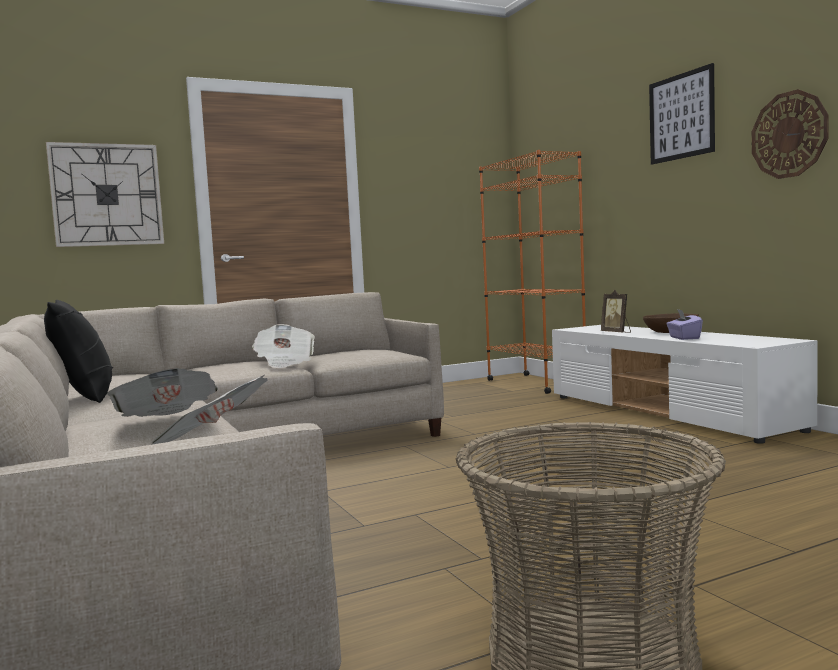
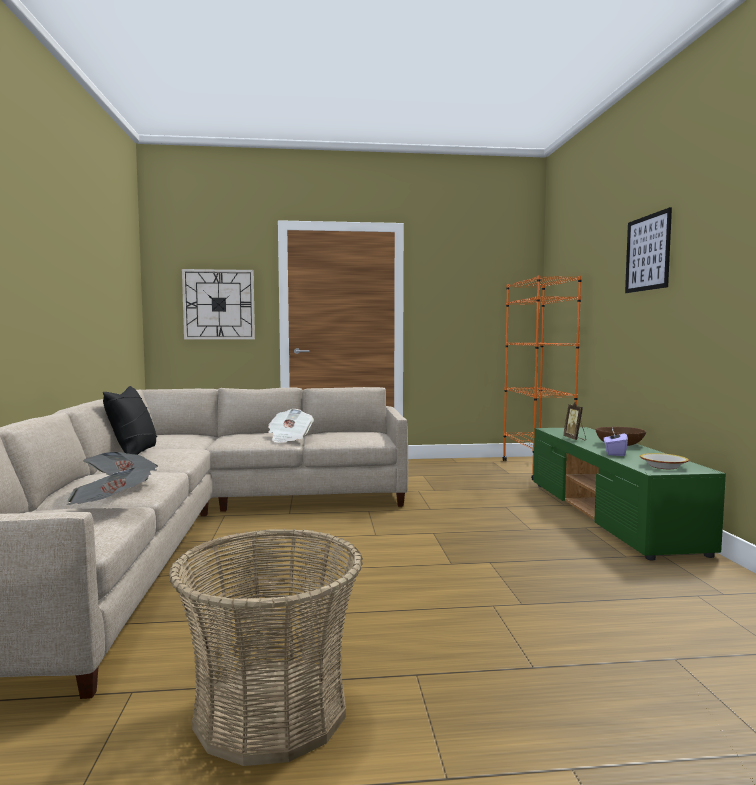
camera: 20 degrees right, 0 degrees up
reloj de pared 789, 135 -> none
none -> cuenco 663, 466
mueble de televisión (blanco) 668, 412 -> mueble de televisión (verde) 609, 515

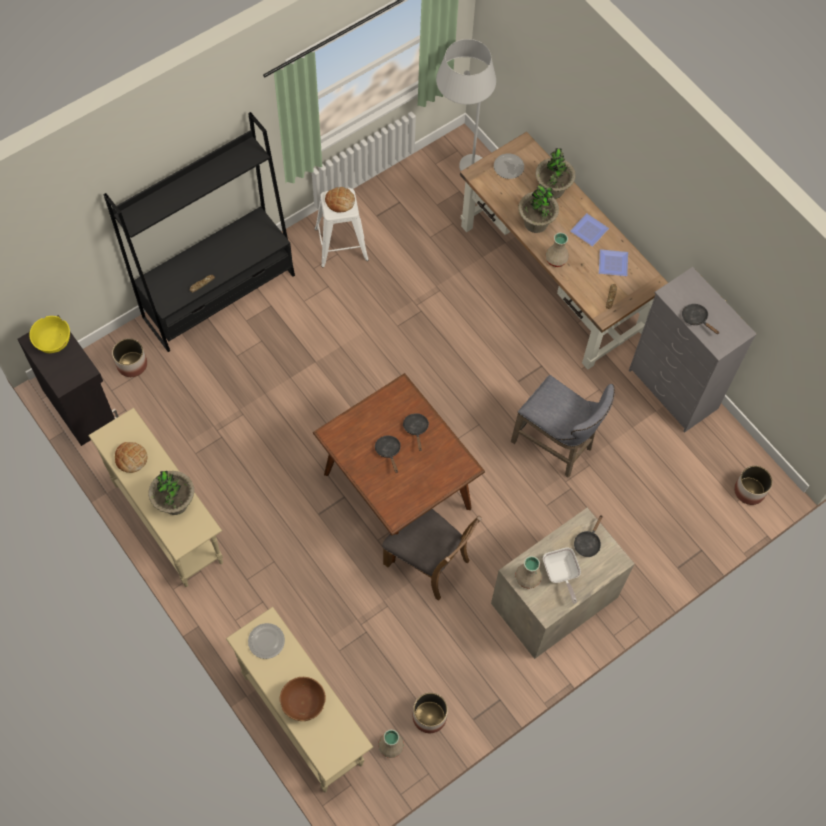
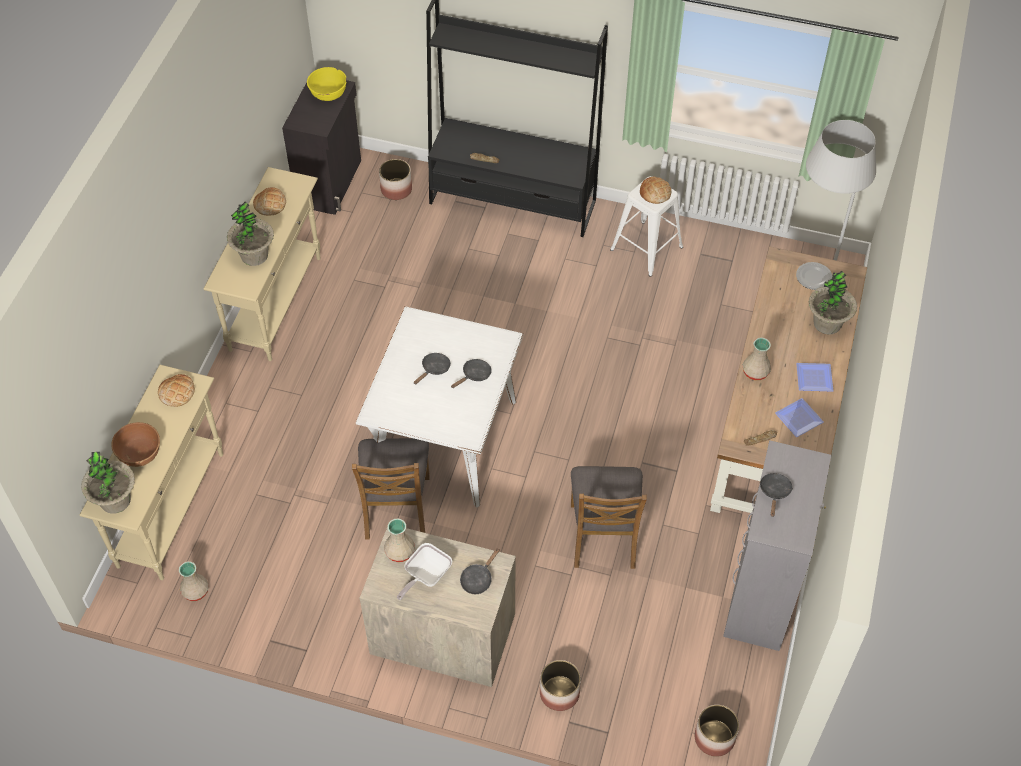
camera: 55 degrees right, 10 degrees down
maceta 429, 717 -> maceta 559, 693, shifted
planta en maceta 536, 223 -> planta en maceta 115, 500, shifted
plato 266, 641 -> pan 177, 392
taburete (gris) 556, 446 -> silla (marrón) 604, 535
mesa de comedor (marrón) 397, 491 -> mesa de comedor (blanco) 445, 440
sartén (negro) 588, 543 -> sartén (negro) 478, 579, 45 degrees counterclockwise

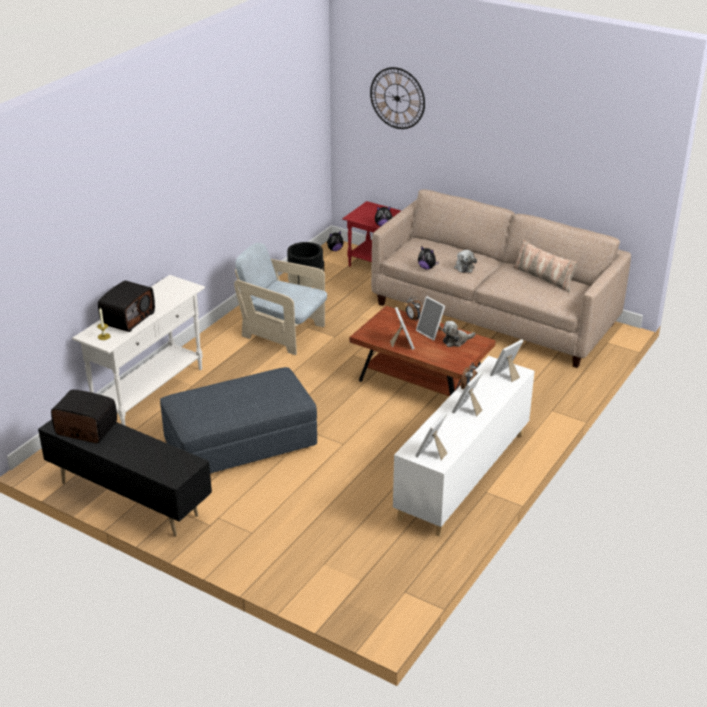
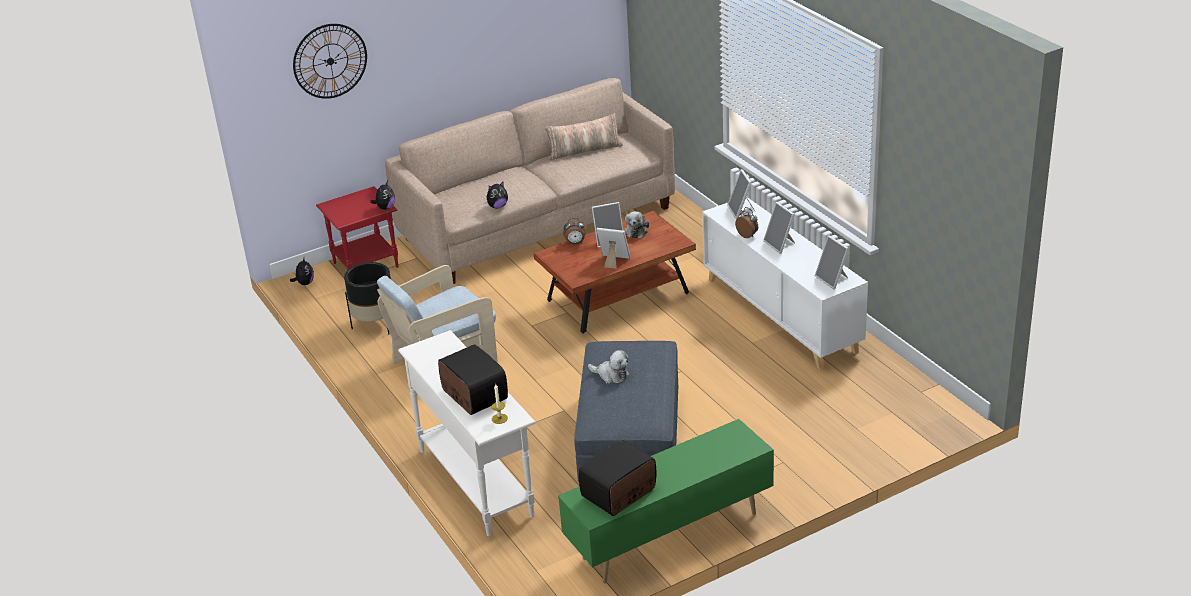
camera: 60 degrees left, 0 degrees up
peluche 464, 267 -> peluche 611, 375, shifted
mueble de televisión (negro) 129, 498 -> mueble de televisión (verde) 669, 536

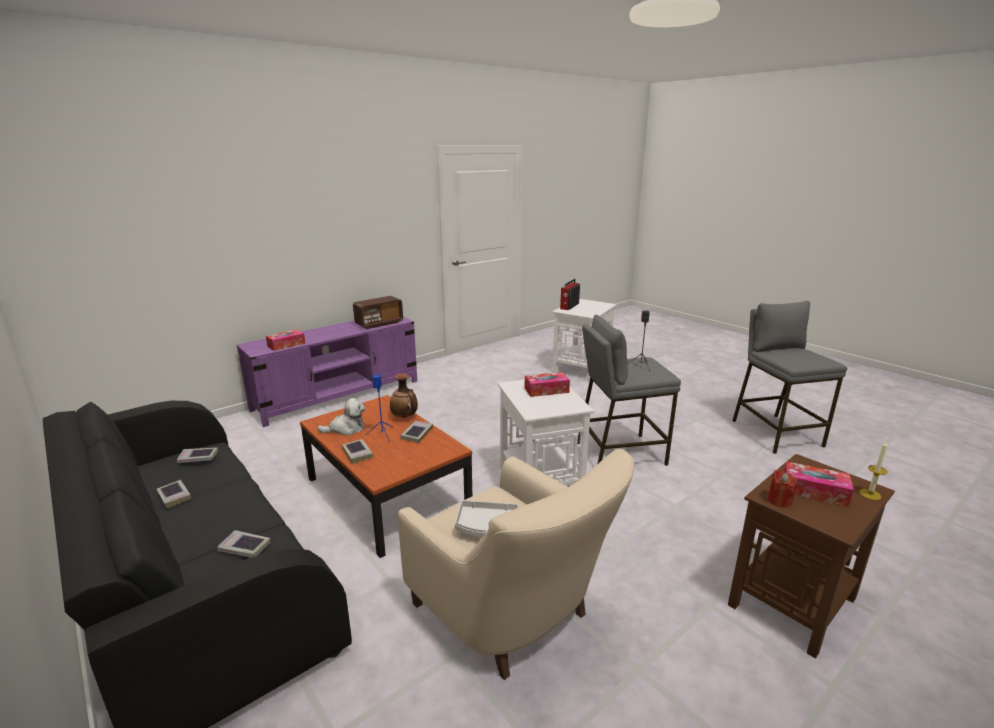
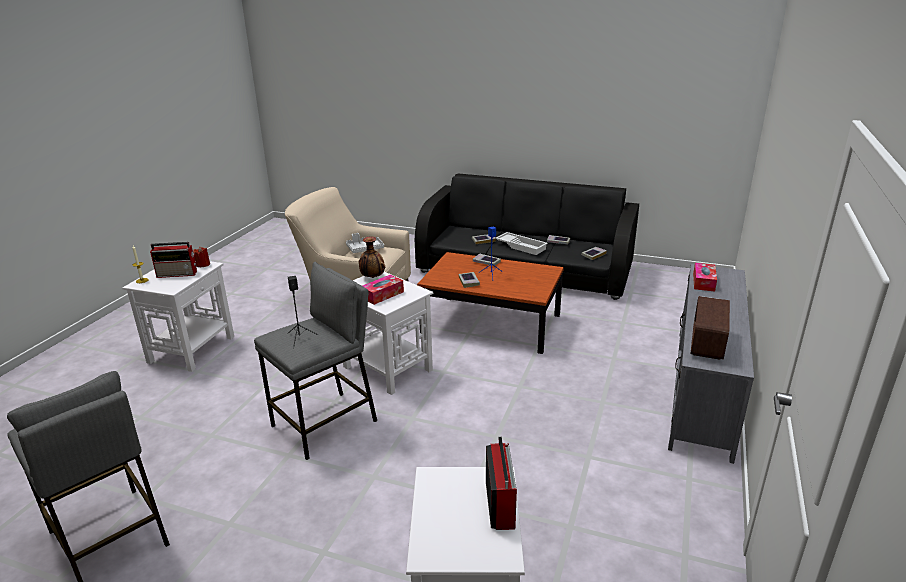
camera: 150 degrees right, 5 degrees up
peluche 346, 429 -> none
none -> bandeja (blanco) 521, 246
florero 404, 417 -> florero 372, 277, shifted
caja de pañuelos 814, 491 -> radio 178, 274
mueble de televisión (morado) 338, 395 -> mueble de televisión (gris) 702, 389
mesa auxiliar (marrón) 791, 602 -> mesa auxiliar (blanco) 192, 349

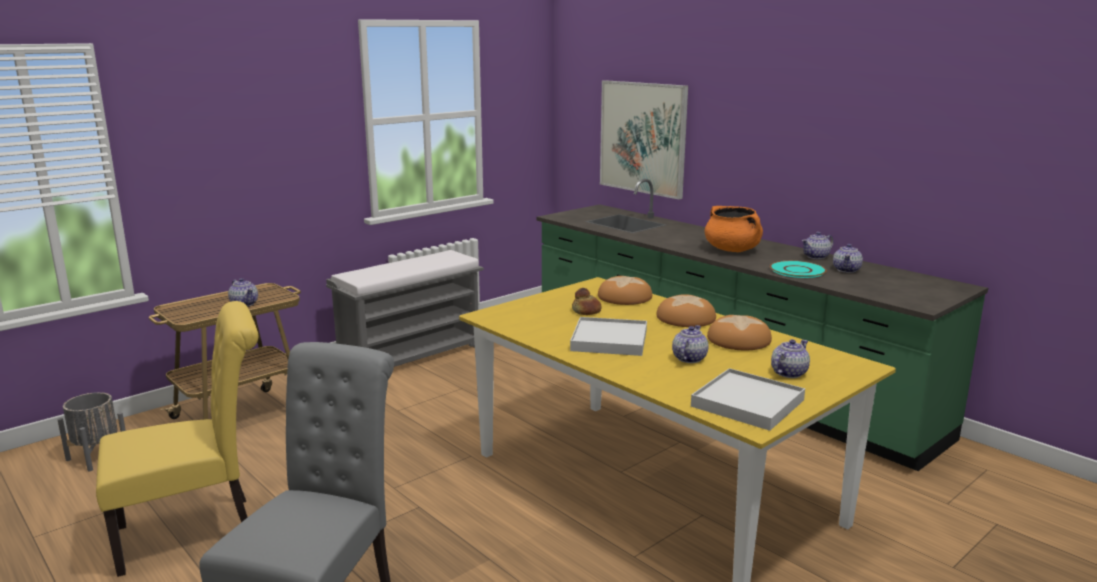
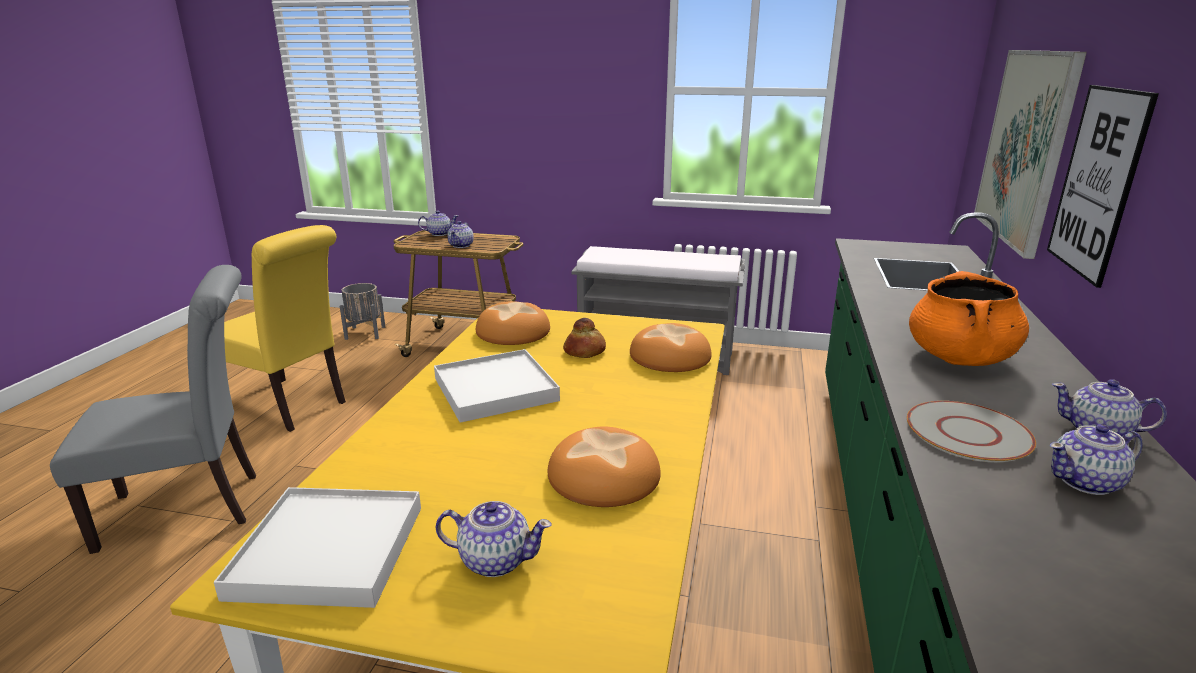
camera: 55 degrees right, 5 degrees up
none -> cuadro 1097, 182
pan 685, 318 -> pan 512, 331, shifted
tetera 688, 358 -> tetera 439, 234, shifted
plato (turquesa) 797, 270 -> plato (gris) 967, 433

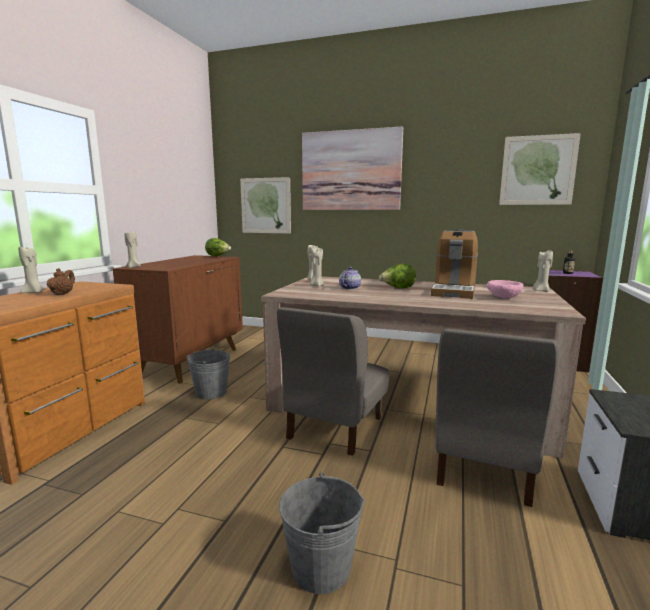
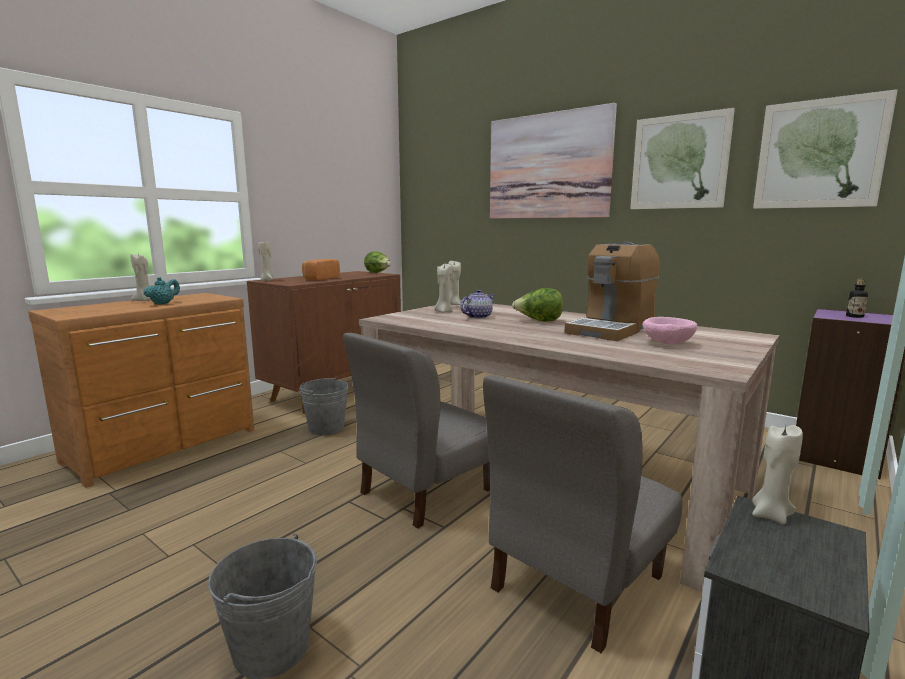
camera: 20 degrees right, 0 degrees up
none -> pan 320, 278
cuadro 265, 205 -> cuadro 679, 162, shifted
vela (beis) 540, 291 -> vela (beis) 770, 515, shifted
tetera (marrón) 62, 294 -> tetera (turquesa) 163, 303

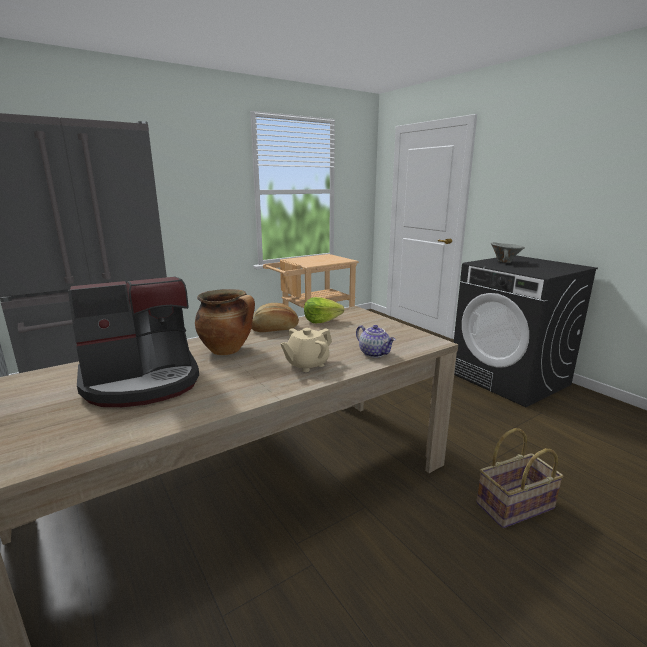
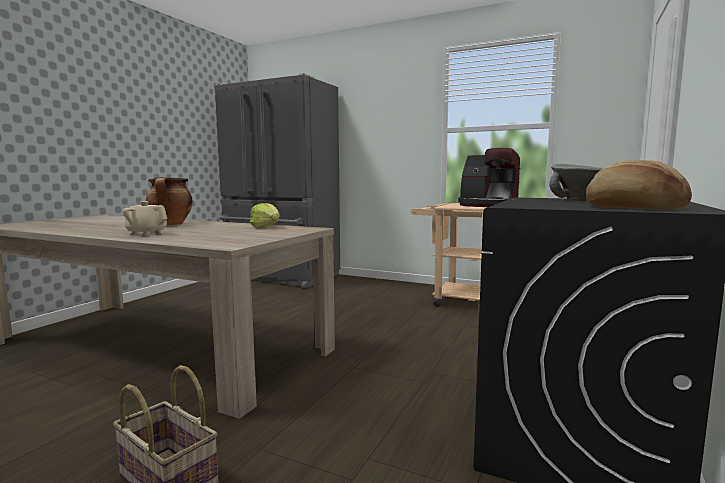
camera: 60 degrees right, 10 degrees down
tetera 375, 353 -> none
cafetera 142, 381 -> cafetera 488, 205, shifted
pan 274, 329 -> pan 633, 208, shifted

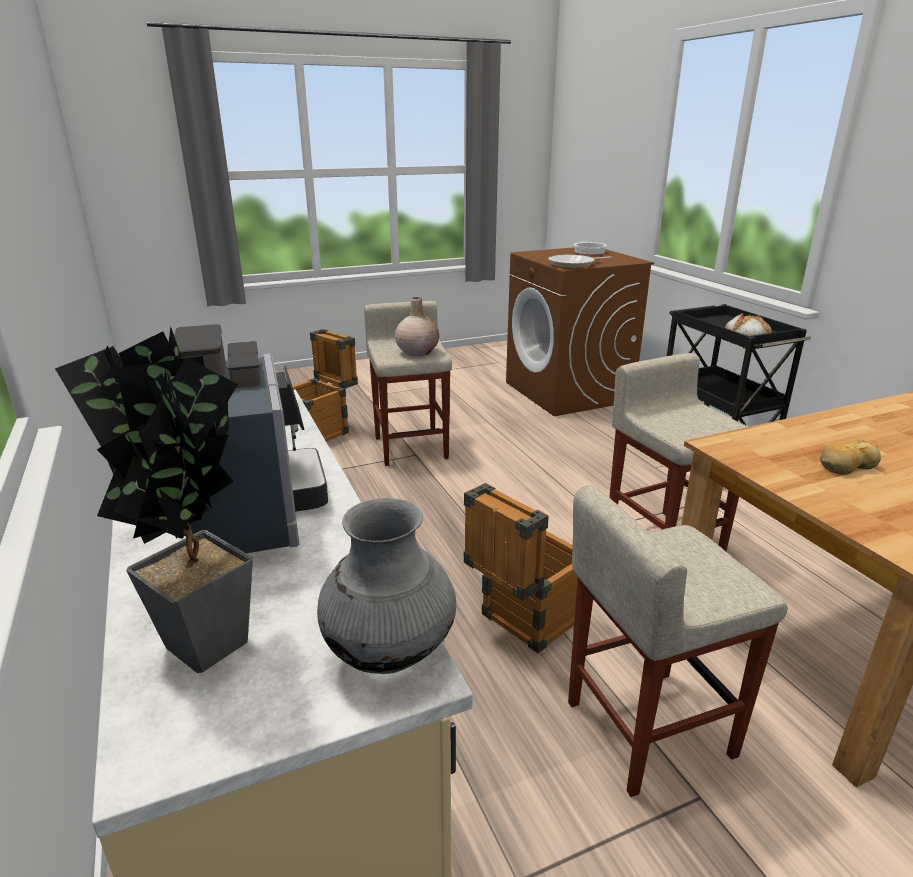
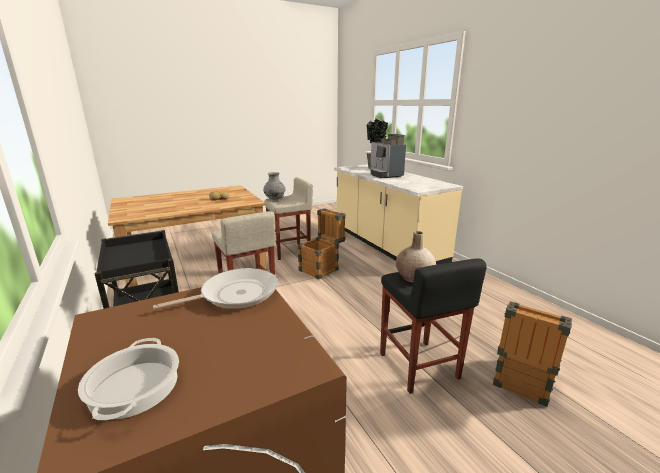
camera: 175 degrees right, 5 degrees down
pan 746, 333 -> none
florero (gris) 389, 653 -> florero (gris) 275, 199, shifted
taburete (beis) 411, 447 -> taburete (negro) 419, 366

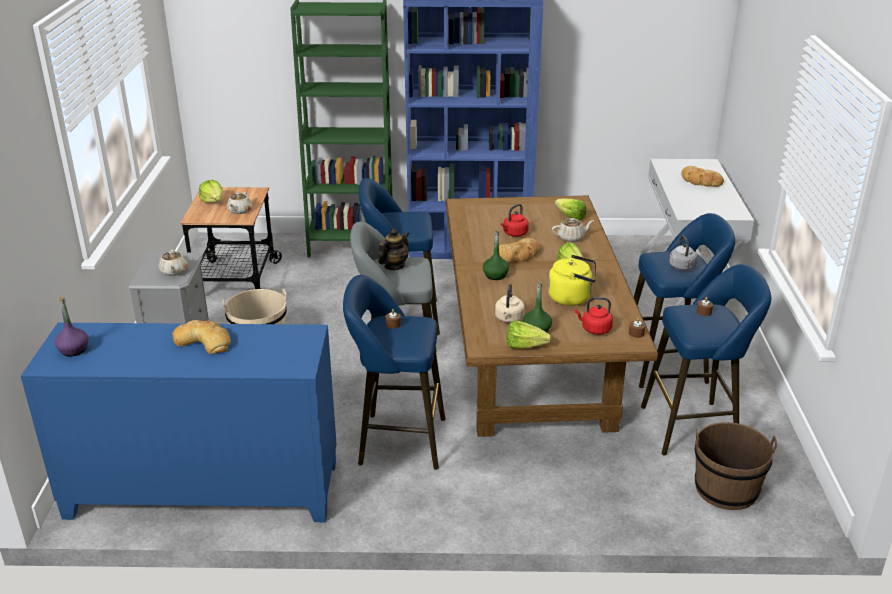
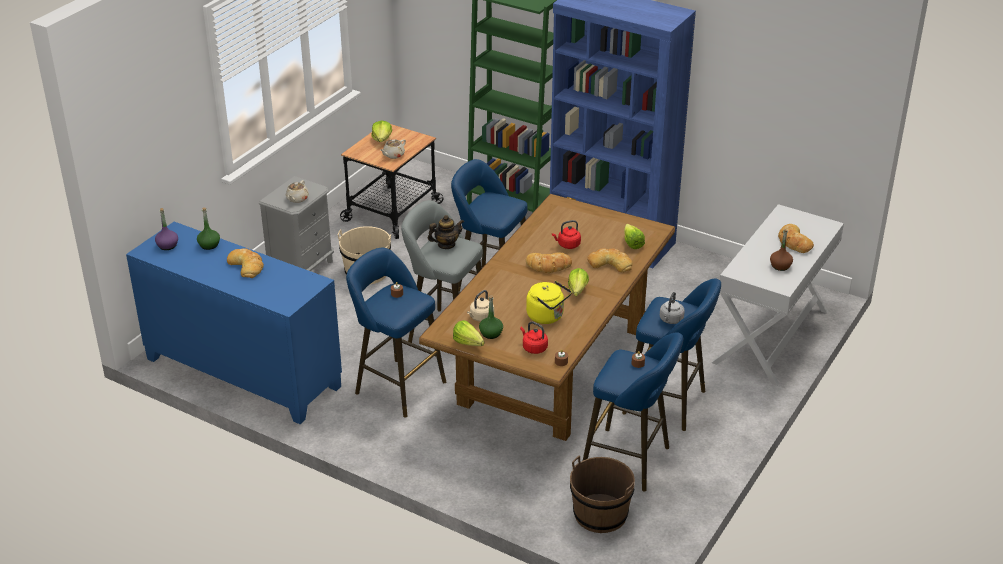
camera: 30 degrees right, 5 degrees up
none -> botella (marrón) 780, 266
botella (verde) 495, 275 -> botella (verde) 209, 245, shifted
tetera (beis) 571, 237 -> pan 610, 263

